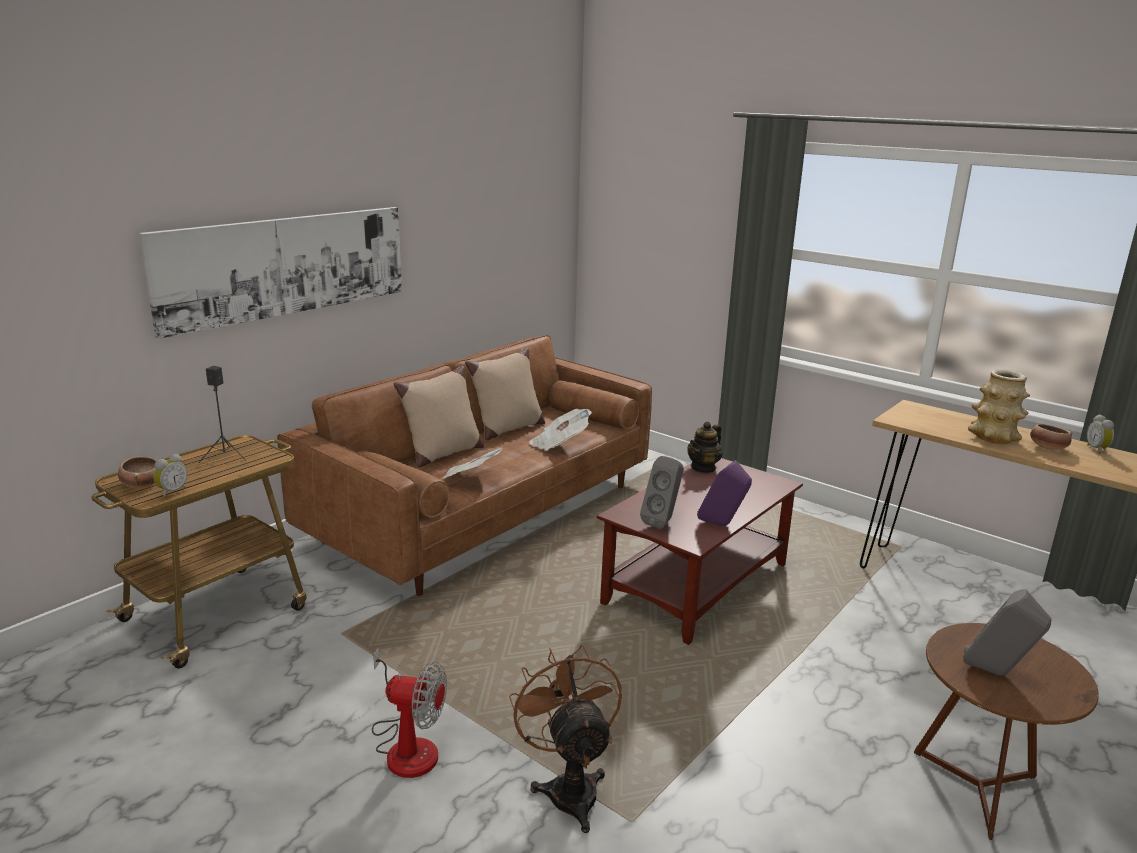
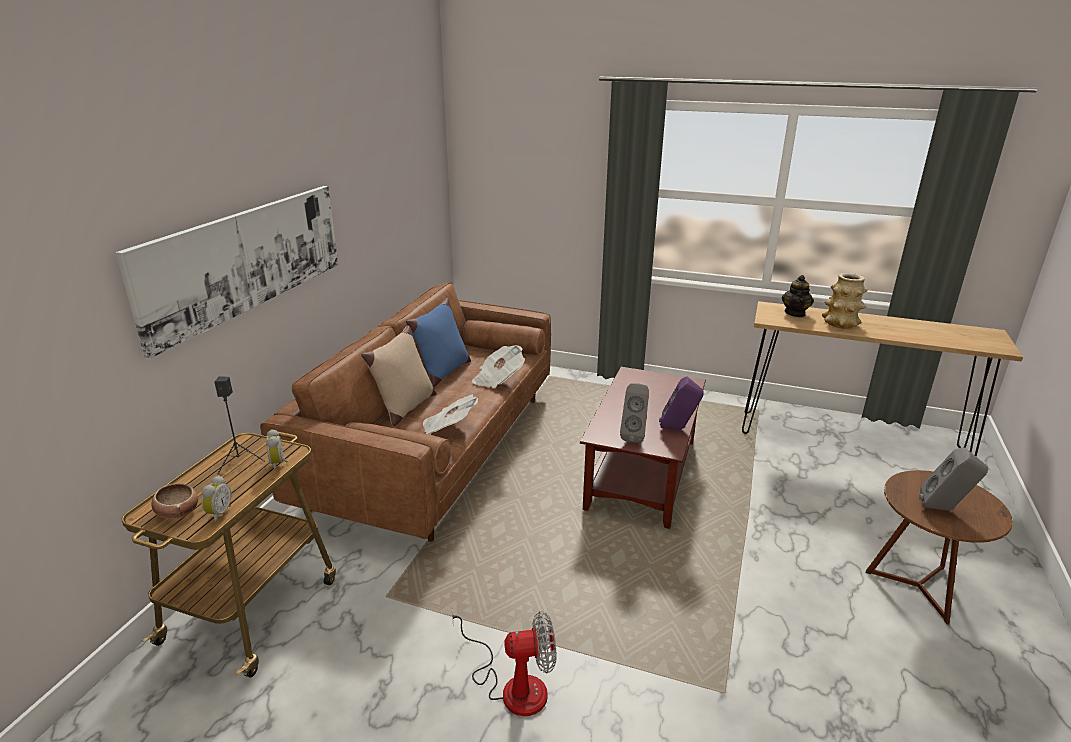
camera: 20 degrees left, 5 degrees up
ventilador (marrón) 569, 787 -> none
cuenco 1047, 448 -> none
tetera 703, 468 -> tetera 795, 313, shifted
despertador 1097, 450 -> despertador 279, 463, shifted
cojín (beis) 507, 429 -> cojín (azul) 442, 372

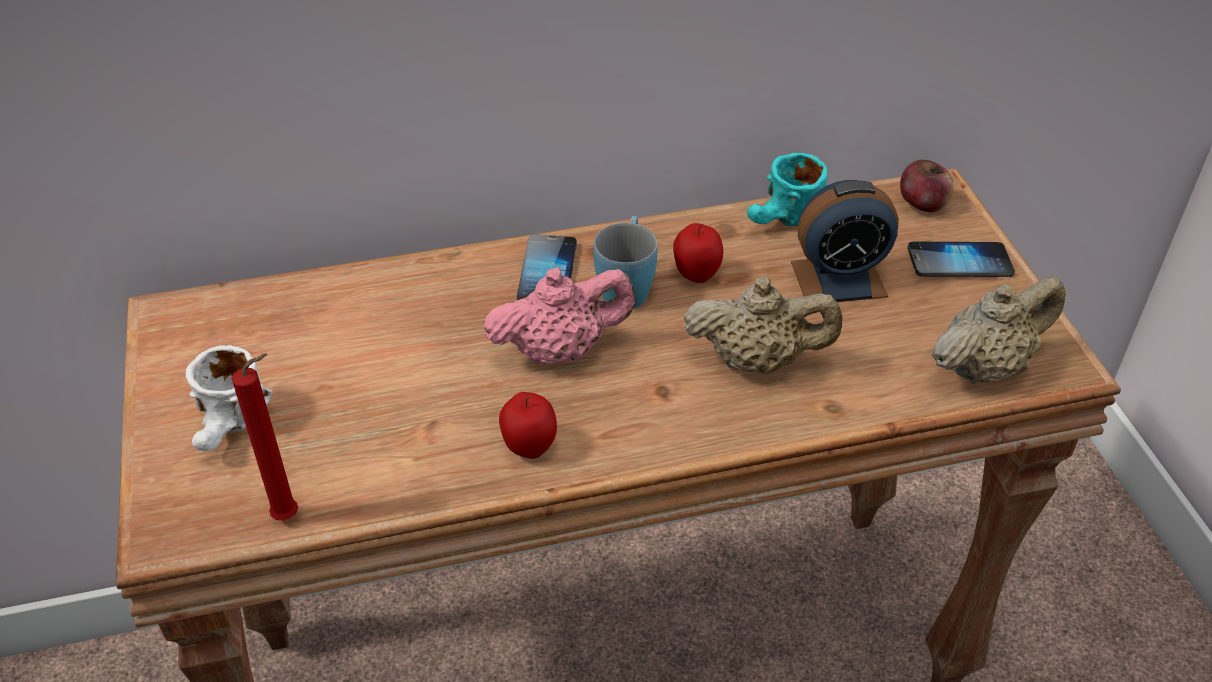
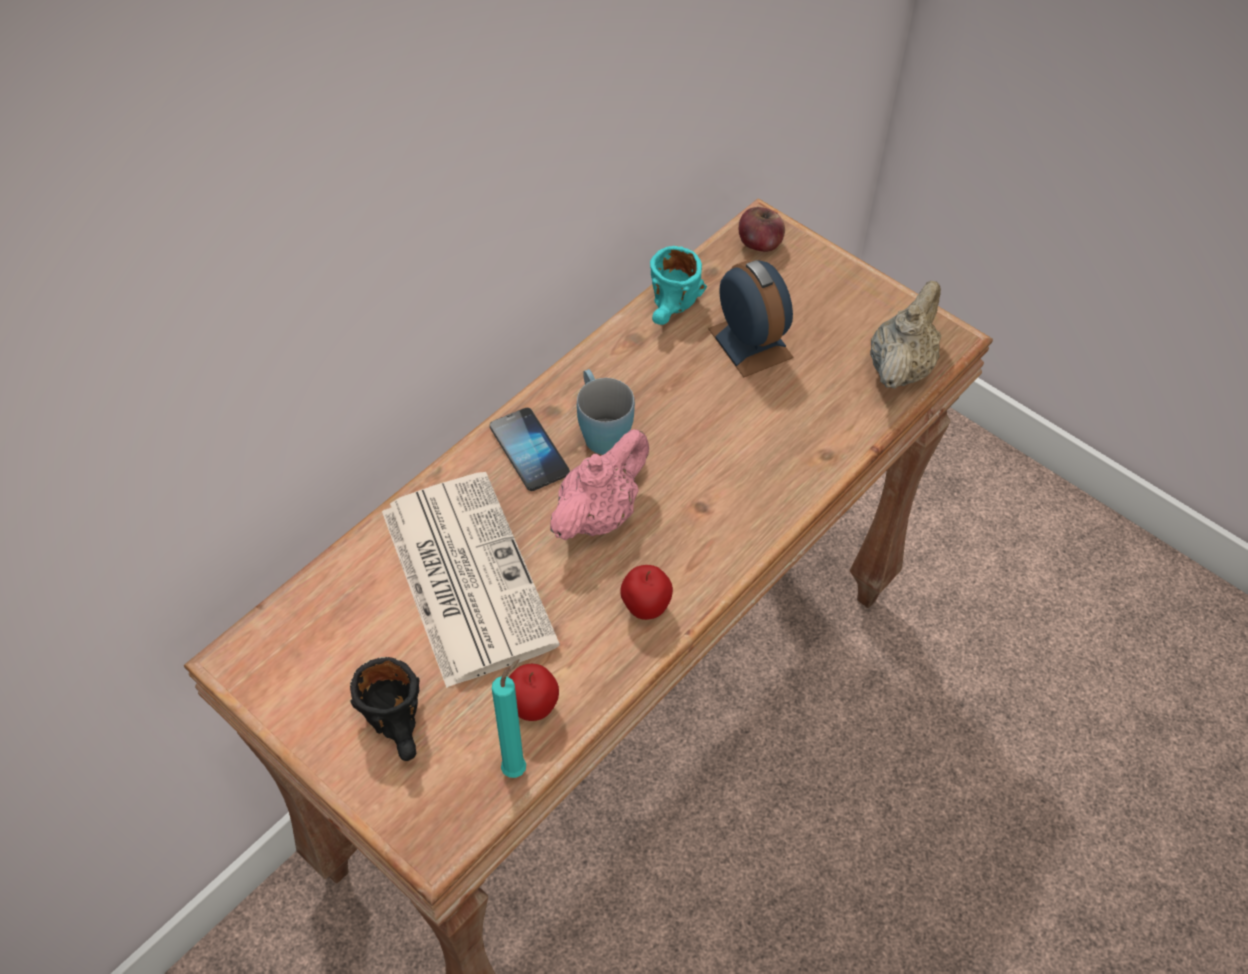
camera: 35 degrees left, 10 degrees up
tetera (beis) 757, 360 -> none
móvil 959, 262 -> none
none -> periódico 464, 575
manzana 696, 275 -> manzana 533, 707, shifted
taza grande (blanco) 232, 429 -> taza grande (negro) 401, 727
vela (rojo) 291, 516 -> vela (turquesa) 517, 767
despertador 838, 279 -> despertador 750, 343, 75 degrees counterclockwise

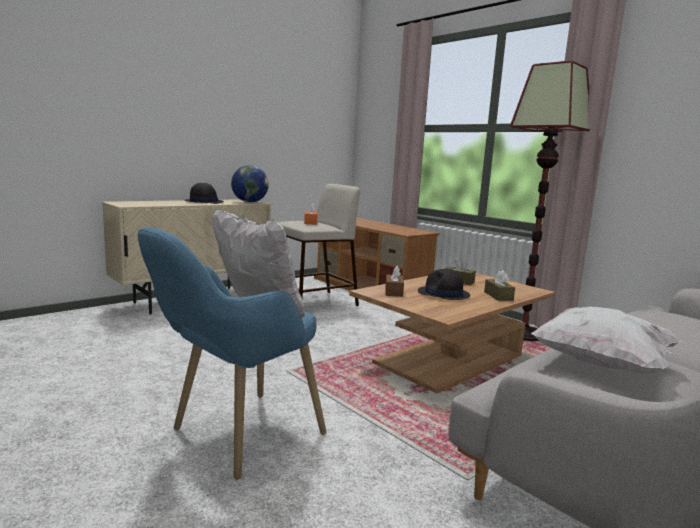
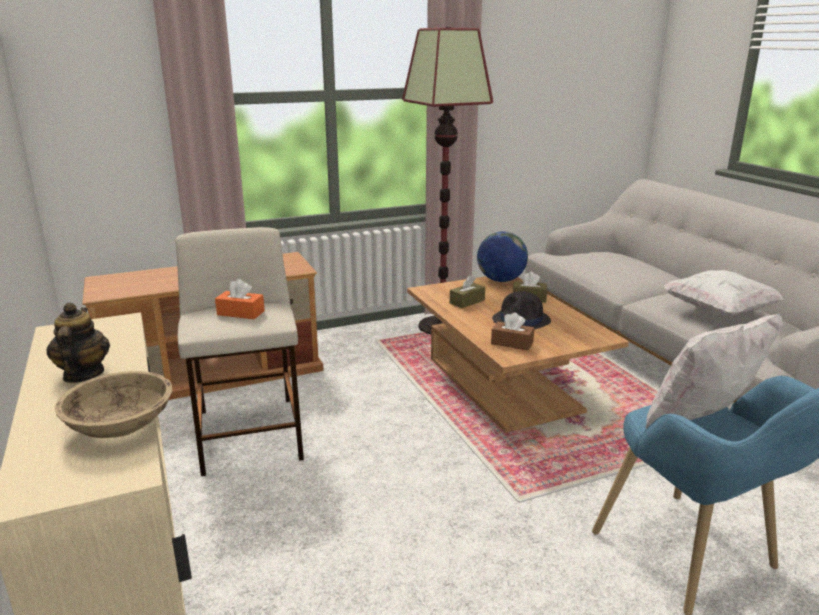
camera: 70 degrees left, 10 degrees up
none -> cuenco (beis) 121, 426
globo terráqueo 249, 202 -> globo terráqueo 500, 280, shifted
sombrero (negro) 203, 202 -> tetera 83, 374

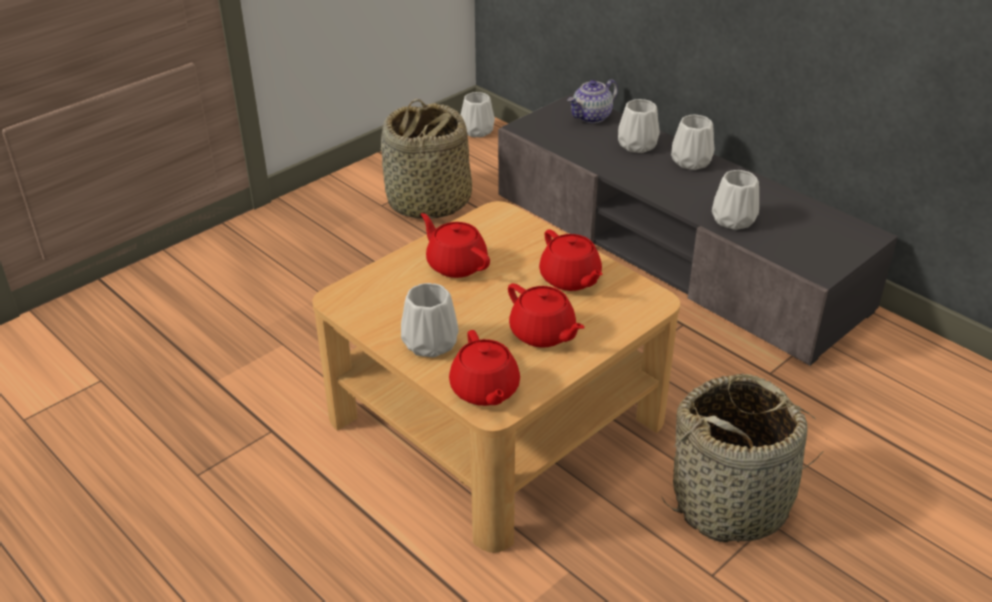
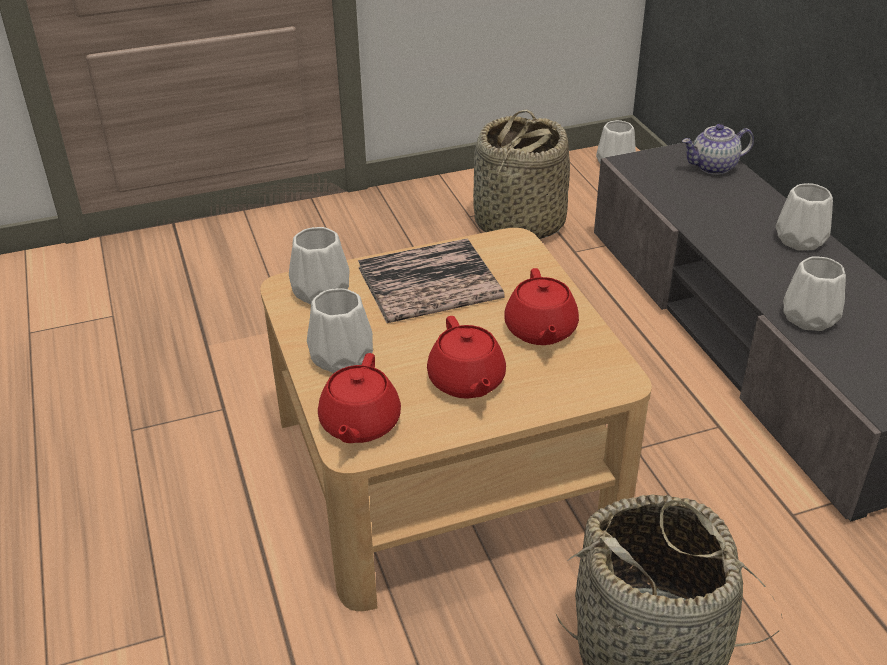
camera: 25 degrees right, 0 degrees up
florero (blanco) 636, 145 -> florero (blanco) 319, 292, shifted
tetera (rojo) 456, 264 -> libro 429, 283

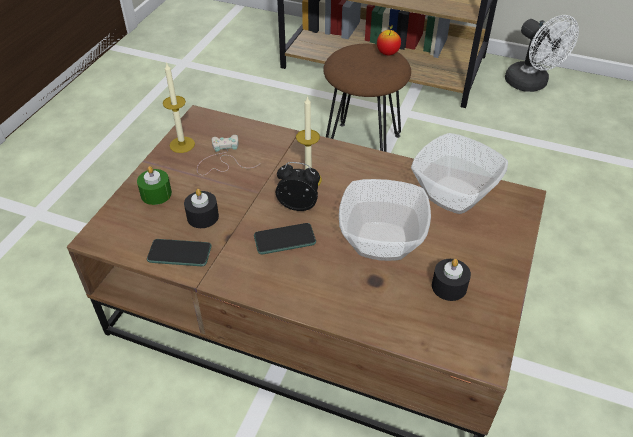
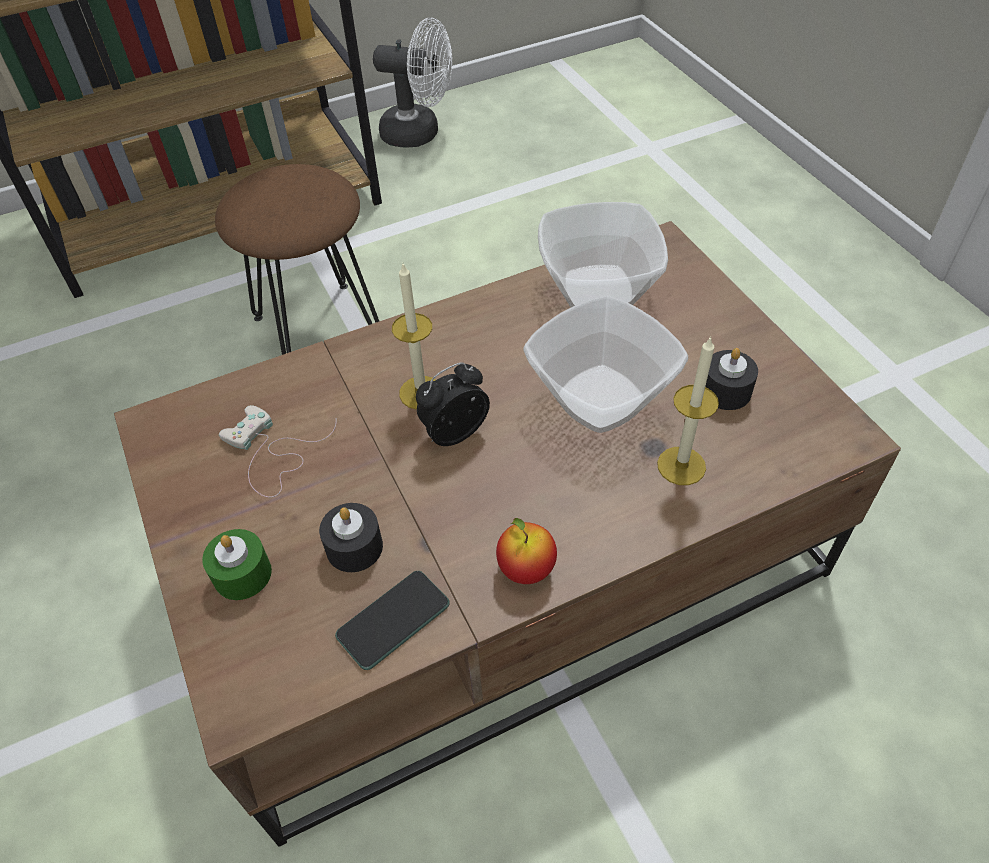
camera: 45 degrees left, 5 degrees up
móvil 284, 239 -> none
vela 182, 144 -> vela 681, 466, shifted
manzana 387, 53 -> manzana 526, 569, shifted

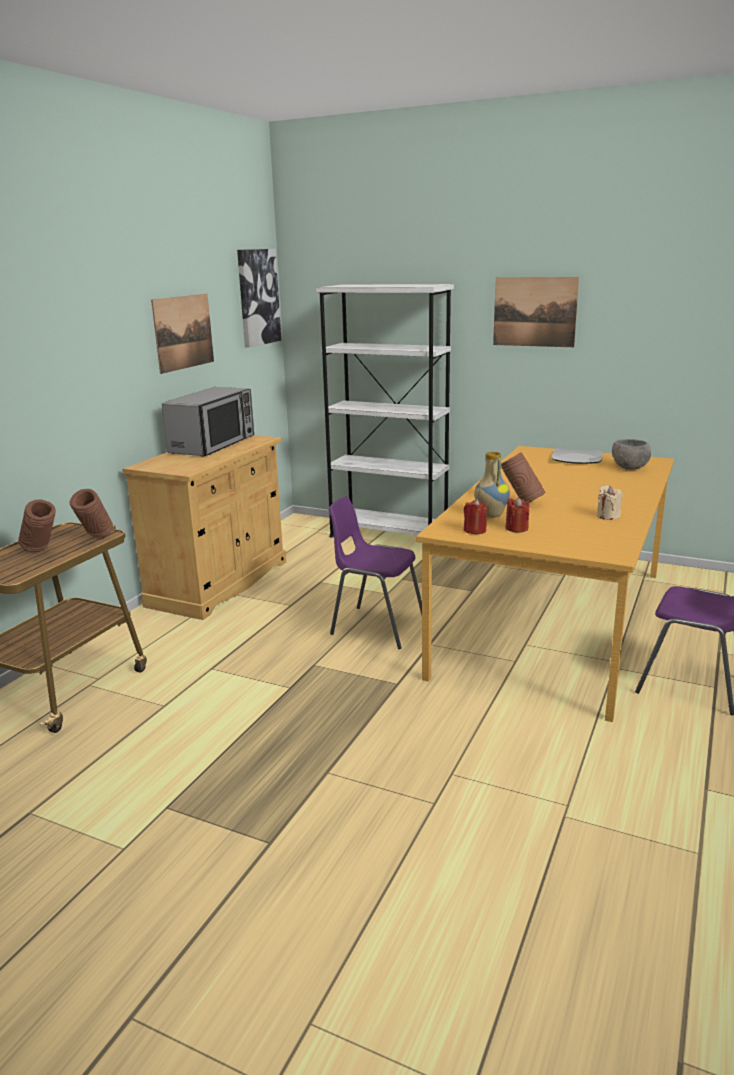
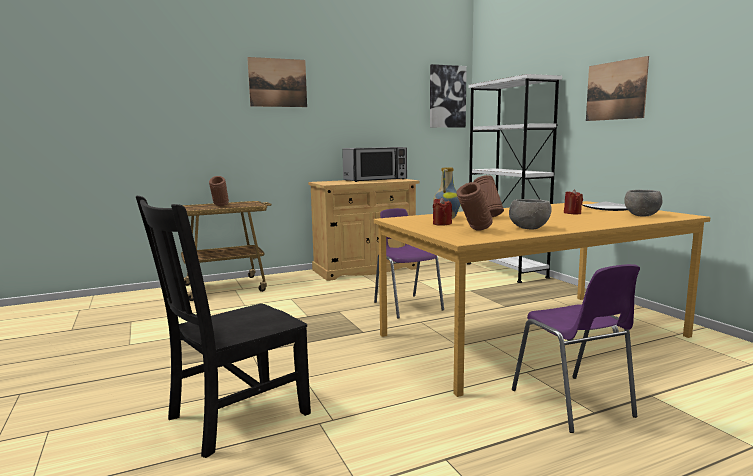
camera: 40 degrees right, 10 degrees down
none -> silla (negro) 234, 417
florero (marrón) 96, 539 -> florero (marrón) 474, 230, shifted
cuadro 183, 332 -> cuadro 278, 82, shifted
vela (rojo) 475, 530 -> vela (rojo) 572, 213, shifted
vela (beis) 608, 516 -> cuenco (gris) 528, 228

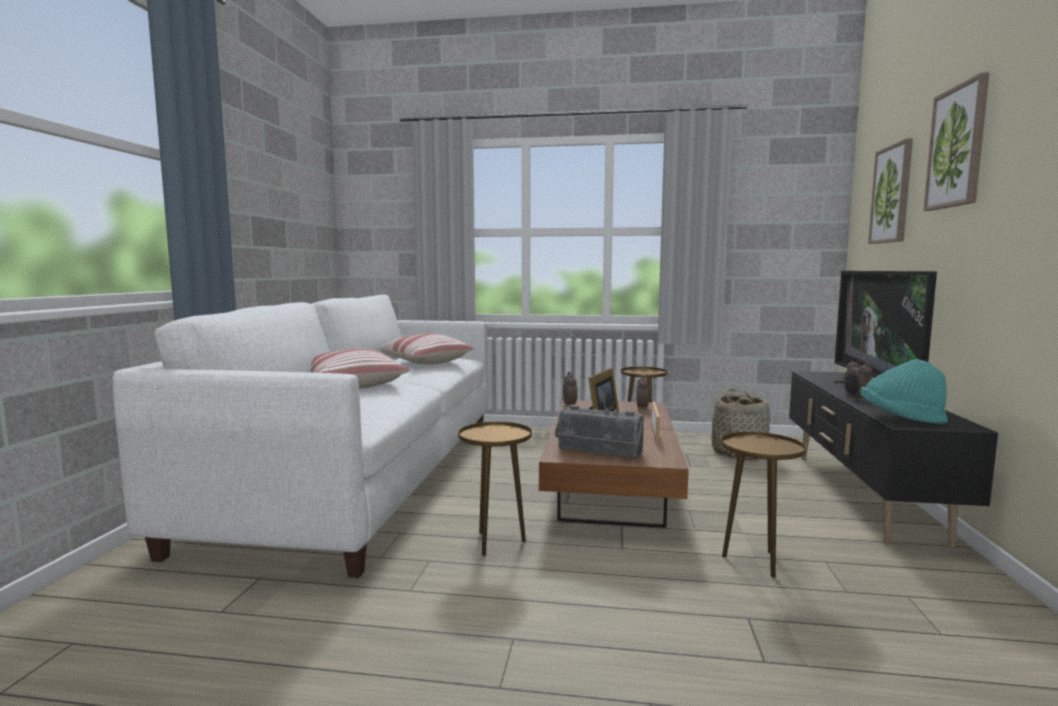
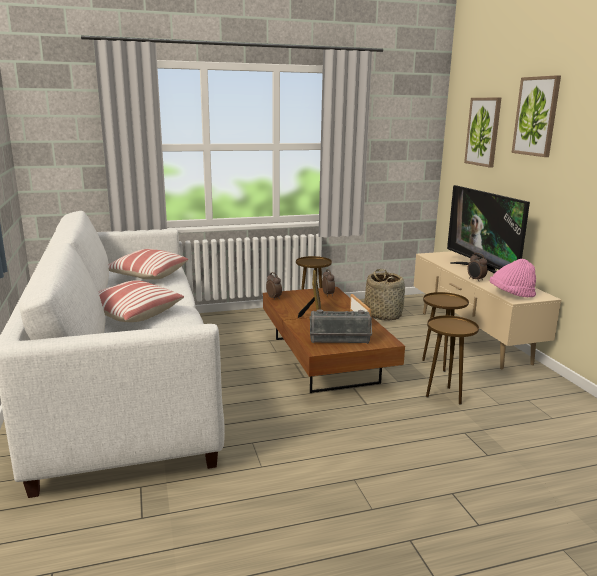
camera: 25 degrees left, 10 degrees up
mesa auxiliar (marrón) 496, 542 -> mesa auxiliar (marrón) 439, 363, shifted
mueble de televisión (negro) 862, 495 -> mueble de televisión (beis) 471, 337
sombrero (turquesa) 901, 419 -> sombrero (rosa) 511, 295

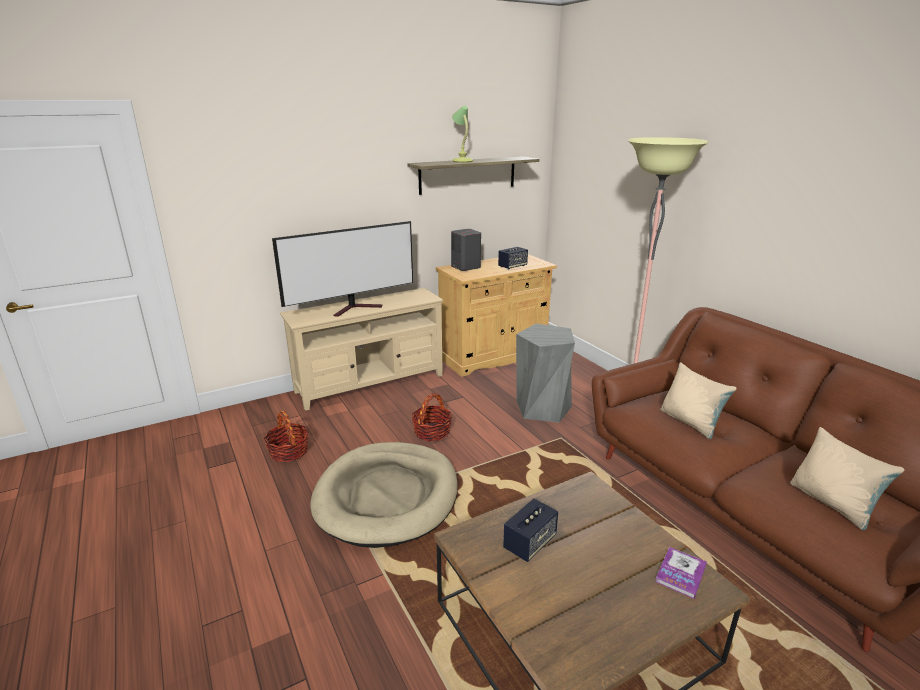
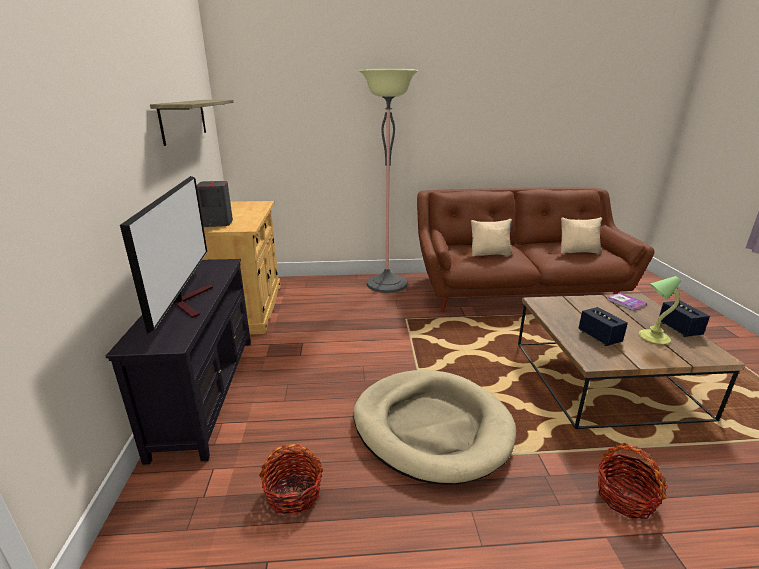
camera: 65 degrees left, 0 degrees up
taburete (gris) 542, 408 -> none
cesta 432, 432 -> cesta 625, 497, shifted
lámpara de mesa 462, 161 -> lámpara de mesa 652, 337, shifted
altavoz 512, 266 -> altavoz 679, 329, shifted
mueble de televisión (beis) 370, 384 -> mueble de televisión (negro) 206, 392

